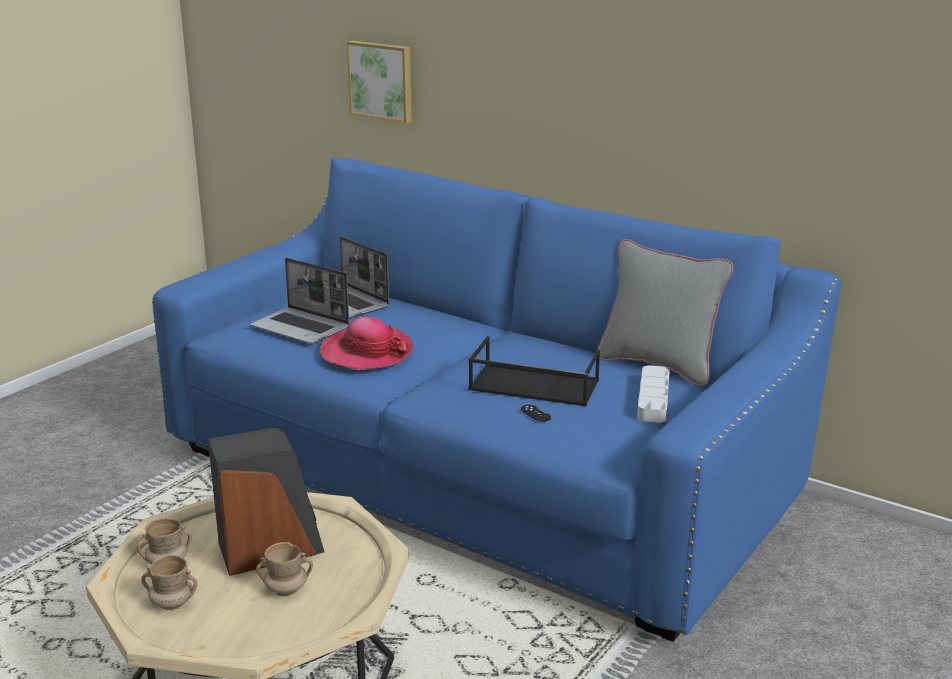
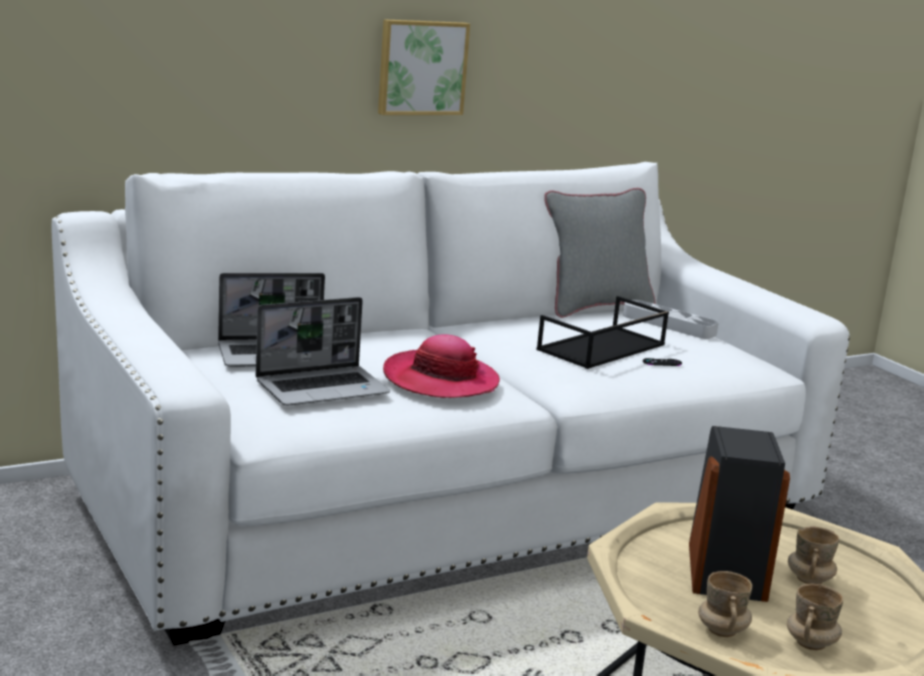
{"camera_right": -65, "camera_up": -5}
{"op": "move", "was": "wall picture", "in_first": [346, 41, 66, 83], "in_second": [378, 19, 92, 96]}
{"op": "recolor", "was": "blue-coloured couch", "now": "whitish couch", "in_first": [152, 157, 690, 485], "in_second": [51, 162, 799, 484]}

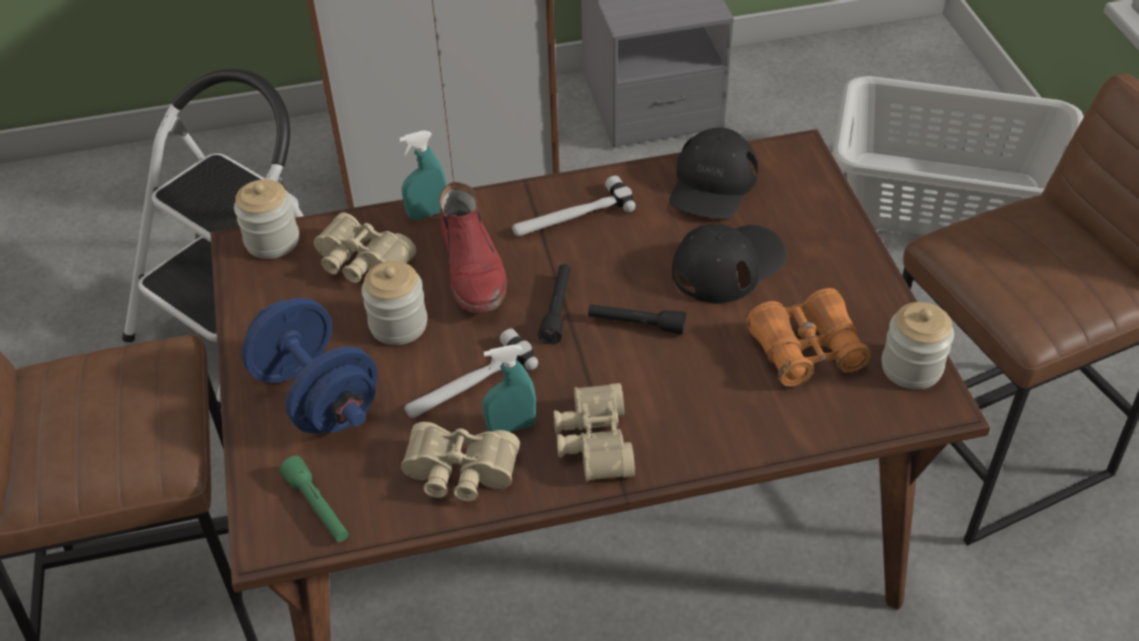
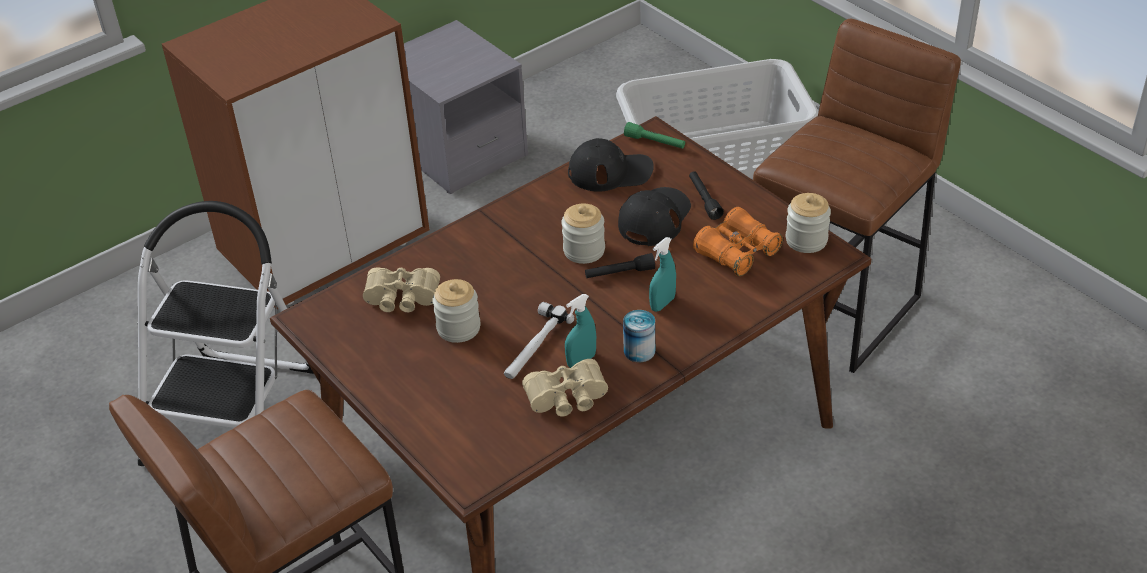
{"camera_right": -25, "camera_up": -5}
{"op": "delete", "was": "blue-coloured free weight", "in_first": [242, 298, 136, 135]}
{"op": "delete", "was": "red-coloured boot", "in_first": [440, 182, 67, 131]}
{"op": "delete", "was": "tool hammer", "in_first": [512, 175, 123, 61]}
{"op": "move", "was": "jar", "in_first": [234, 179, 65, 80], "in_second": [561, 204, 44, 60]}
{"op": "move", "was": "green torch", "in_first": [280, 456, 69, 86], "in_second": [624, 122, 61, 27]}
{"op": "move", "was": "turquoise sprayer", "in_first": [399, 130, 48, 90], "in_second": [649, 237, 27, 75]}
{"op": "move", "was": "black-coloured torch", "in_first": [538, 264, 32, 80], "in_second": [689, 171, 35, 49]}
{"op": "replace", "was": "beige field glasses", "now": "metal can", "in_first": [554, 383, 81, 98], "in_second": [623, 310, 32, 52]}
{"op": "rotate", "was": "black-coloured cap", "in_first": [669, 127, 89, 92], "in_second": [568, 138, 86, 54], "clockwise": -90}

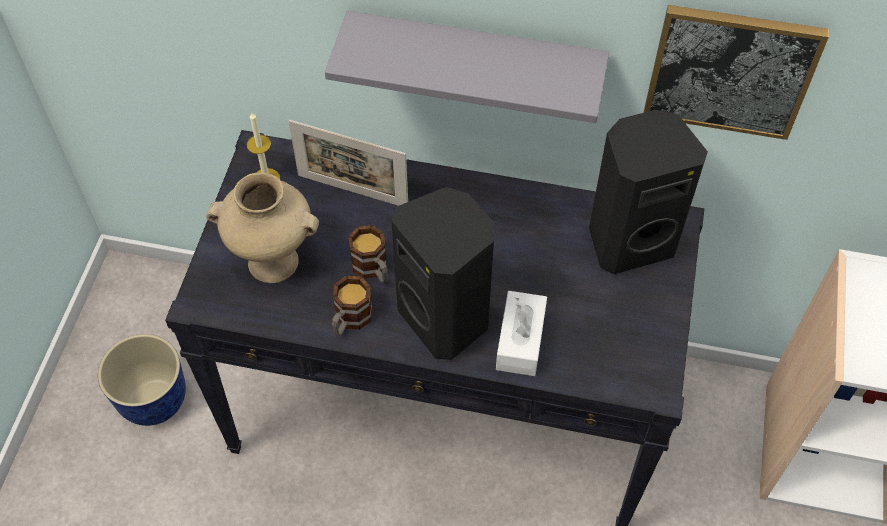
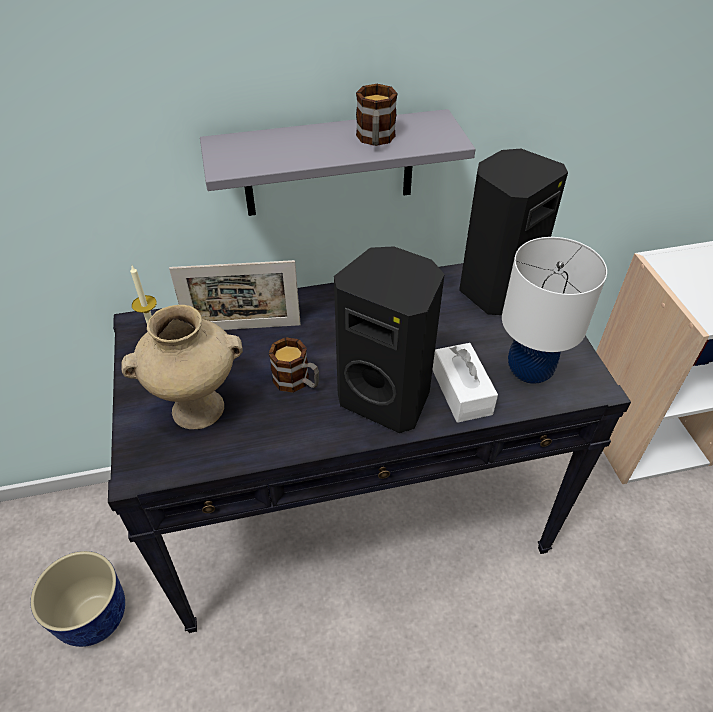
{"camera_right": -25, "camera_up": -10}
{"op": "delete", "was": "wall picture", "in_first": [644, 5, 185, 135]}
{"op": "insert", "now": "whitish lamp for a table", "in_second": [502, 237, 105, 147]}
{"op": "move", "was": "tea mug", "in_first": [332, 276, 41, 60], "in_second": [356, 84, 42, 62]}

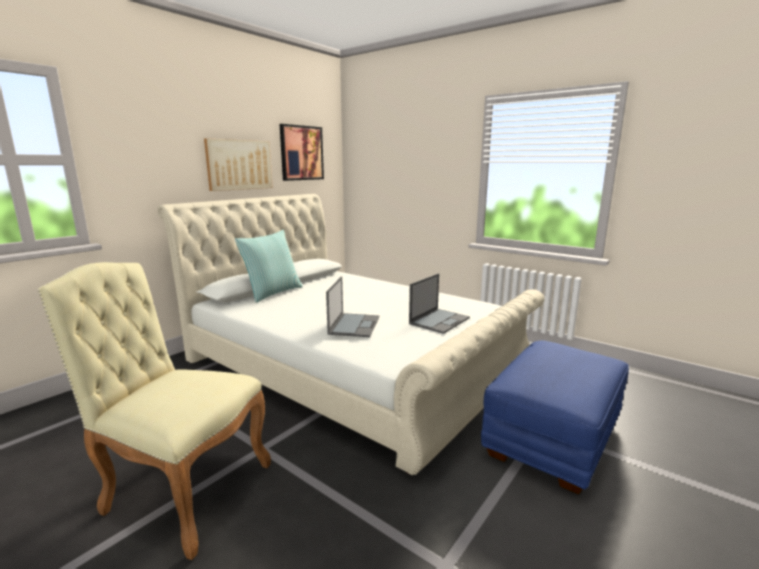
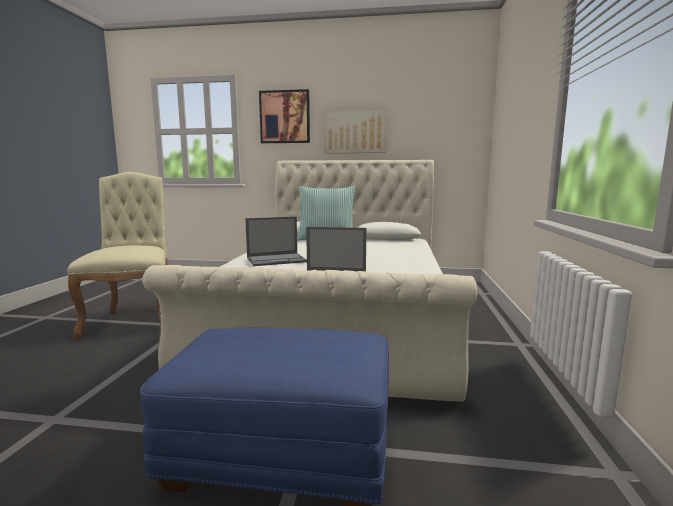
{"camera_right": 60, "camera_up": -5}
{"op": "move", "was": "wall picture", "in_first": [280, 124, 44, 57], "in_second": [259, 89, 51, 54]}

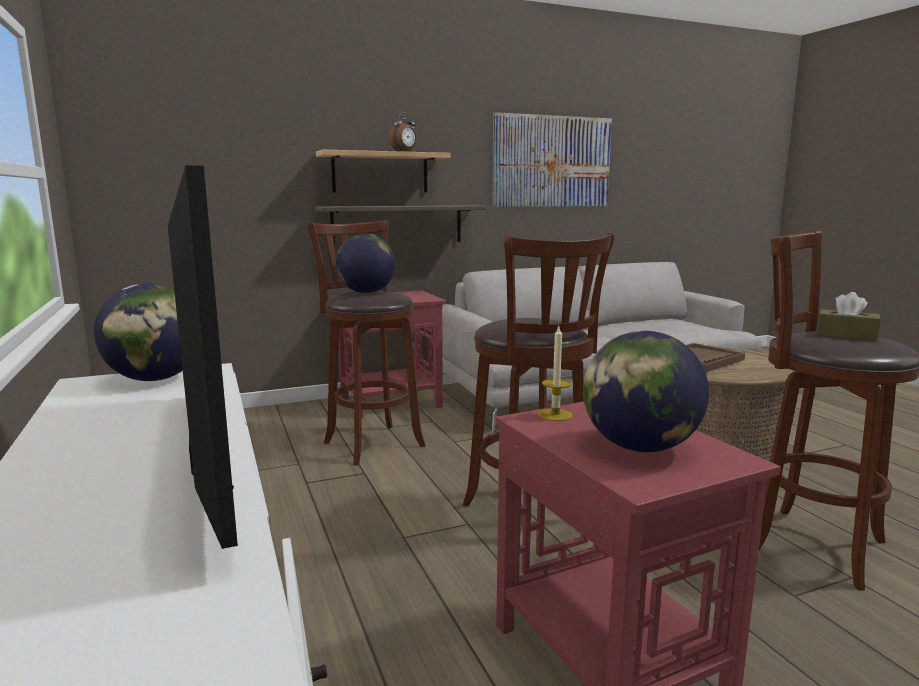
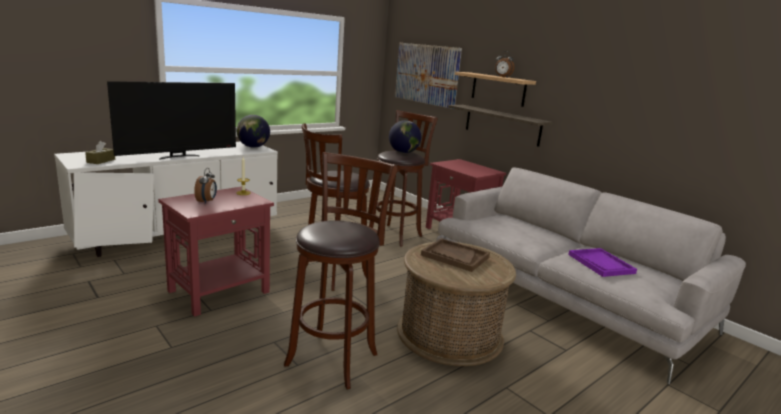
{"camera_right": 70, "camera_up": 5}
{"op": "insert", "now": "purplish serving tray", "in_second": [568, 248, 69, 29]}
{"op": "move", "was": "wall picture", "in_first": [492, 112, 120, 95], "in_second": [395, 43, 67, 66]}
{"op": "move", "was": "brown tissue holder", "in_first": [817, 292, 63, 49], "in_second": [85, 141, 30, 23]}
{"op": "replace", "was": "globe", "now": "table clock", "in_first": [583, 331, 126, 121], "in_second": [194, 168, 23, 36]}

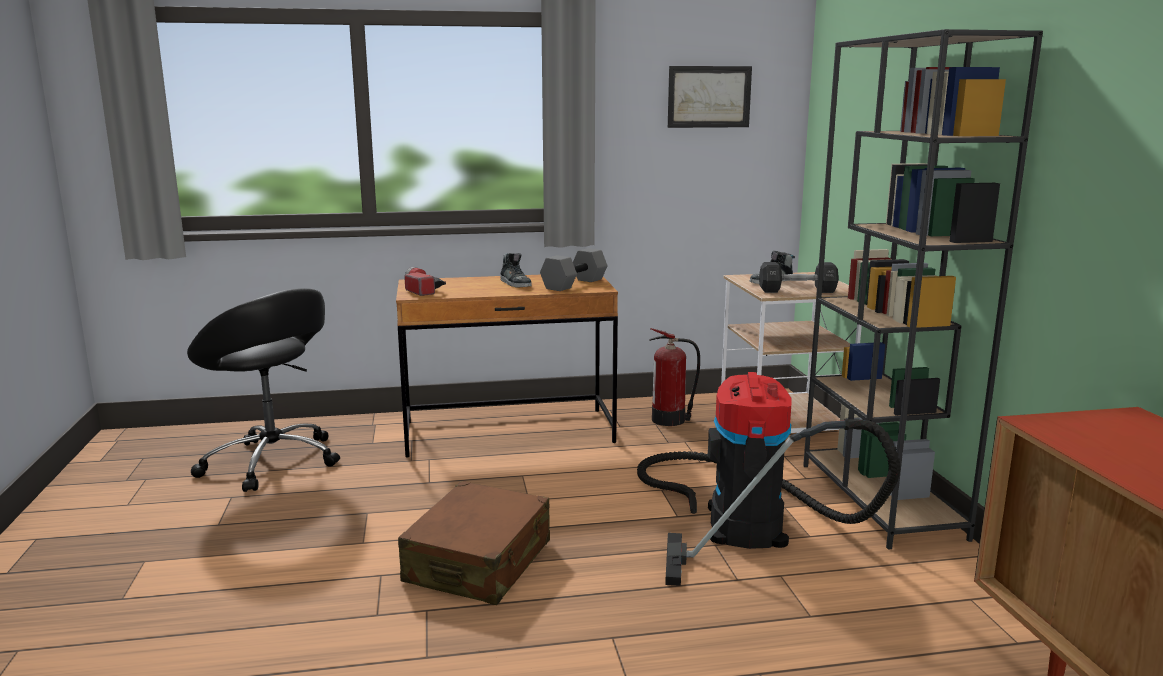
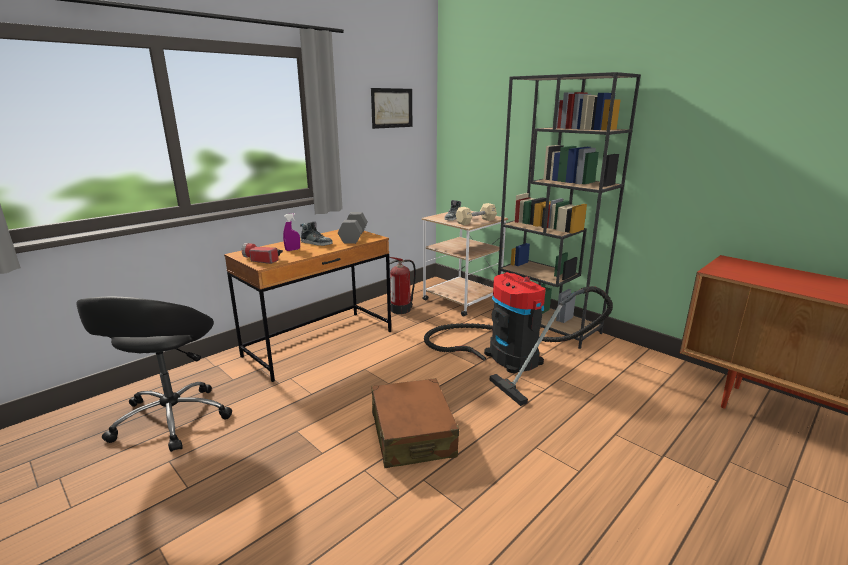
{"camera_right": -35, "camera_up": 5}
{"op": "insert", "now": "purplish sprayer", "in_second": [283, 213, 17, 38]}
{"op": "recolor", "was": "black-coloured free weight", "now": "beige free weight", "in_first": [759, 262, 80, 31], "in_second": [455, 203, 42, 22]}
{"op": "rotate", "was": "black-coloured computer chair", "in_first": [187, 288, 153, 204], "in_second": [76, 296, 156, 156], "clockwise": 90}

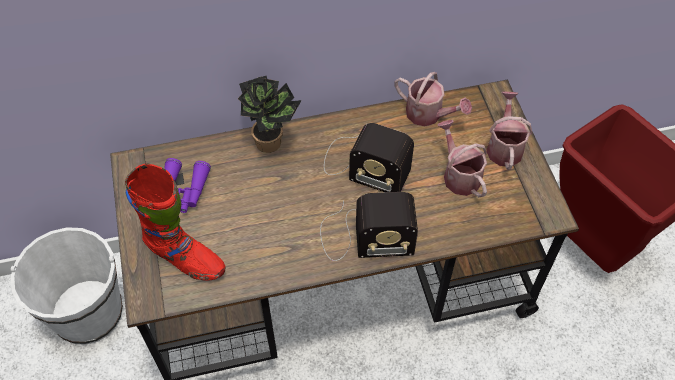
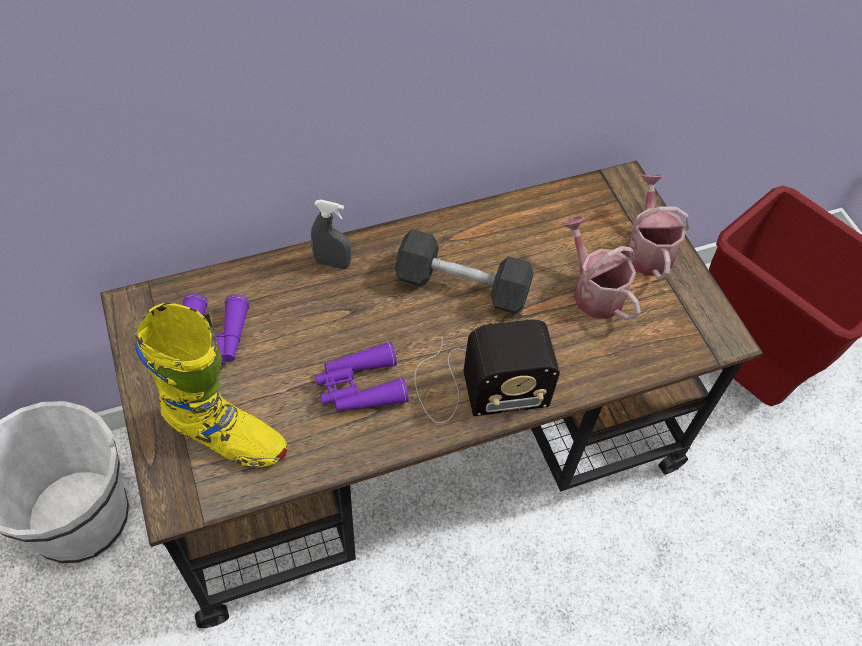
{"camera_right": -10, "camera_up": 0}
{"op": "delete", "was": "watering pot", "in_first": [395, 72, 77, 54]}
{"op": "insert", "now": "purplish field glasses", "in_second": [315, 342, 94, 70]}
{"op": "replace", "was": "plant in a pot", "now": "greyish sprayer", "in_first": [238, 76, 64, 77], "in_second": [311, 200, 40, 69]}
{"op": "replace", "was": "radio receiver", "now": "greyish free weight", "in_first": [324, 123, 90, 69], "in_second": [395, 229, 138, 85]}
{"op": "recolor", "was": "red-coloured boot", "now": "yellowish boot", "in_first": [125, 163, 101, 118], "in_second": [135, 303, 152, 164]}

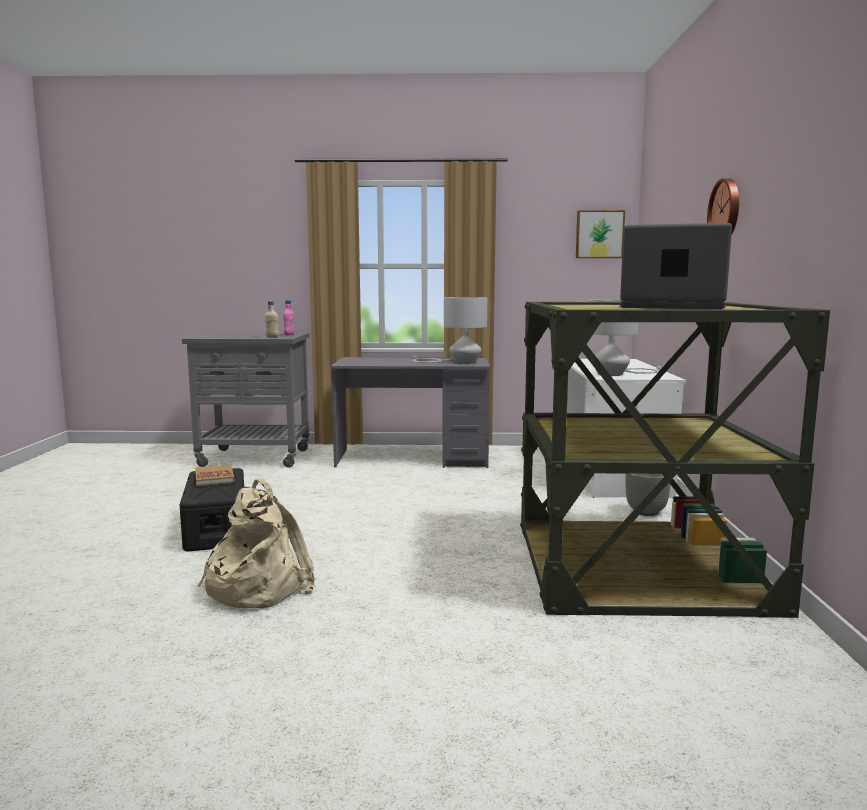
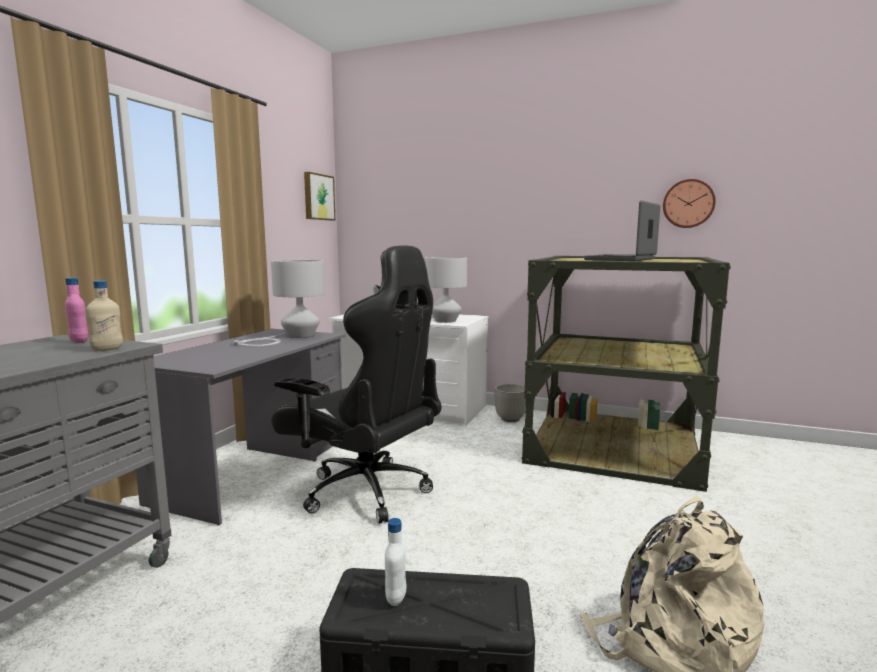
{"camera_right": -70, "camera_up": 0}
{"op": "insert", "now": "black-coloured computer chair", "in_second": [271, 246, 170, 278]}
{"op": "move", "was": "clock on the wall", "in_first": [707, 179, 32, 54], "in_second": [663, 179, 53, 49]}
{"op": "replace", "was": "book", "now": "whitish beverage bottle", "in_first": [195, 465, 40, 21], "in_second": [385, 518, 21, 88]}

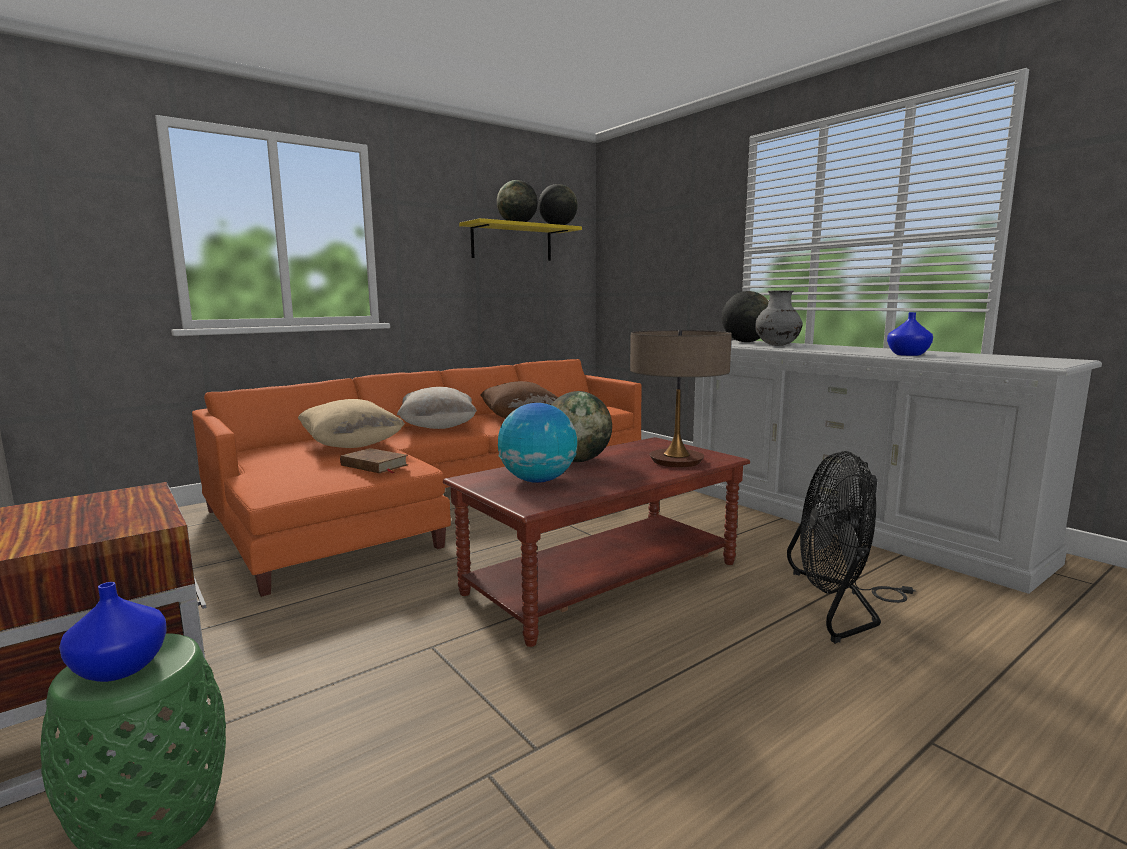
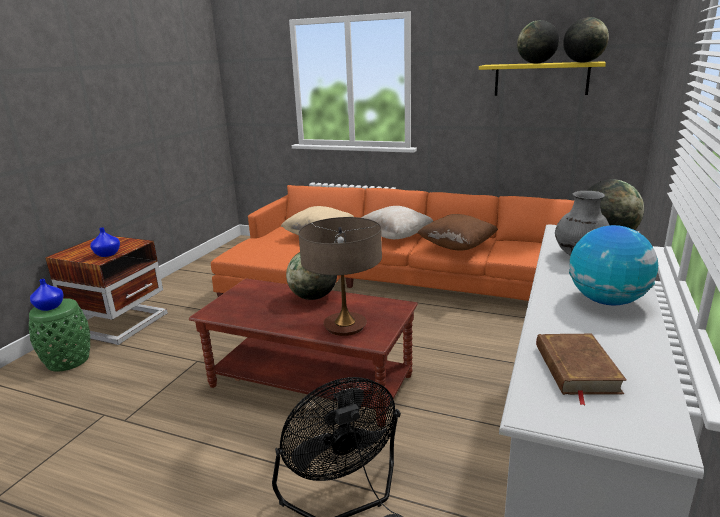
{"camera_right": 60, "camera_up": 10}
{"op": "move", "was": "brown book", "in_first": [340, 448, 68, 25], "in_second": [536, 334, 91, 71]}
{"op": "move", "was": "globe", "in_first": [498, 403, 79, 80], "in_second": [569, 225, 89, 80]}
{"op": "move", "was": "blue-coloured flower vase", "in_first": [887, 312, 46, 44], "in_second": [90, 227, 30, 30]}

